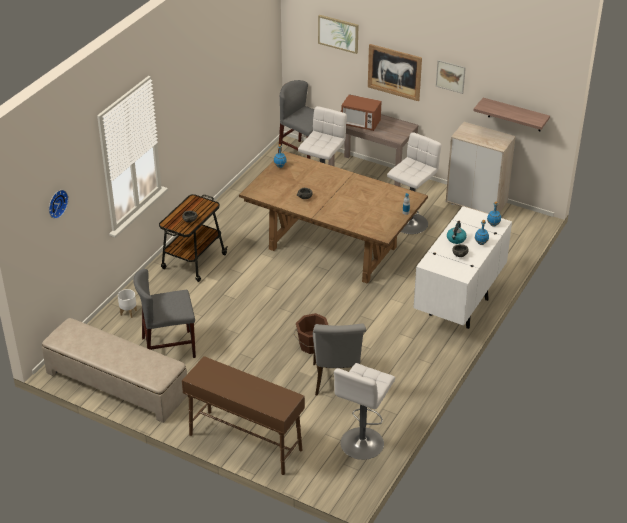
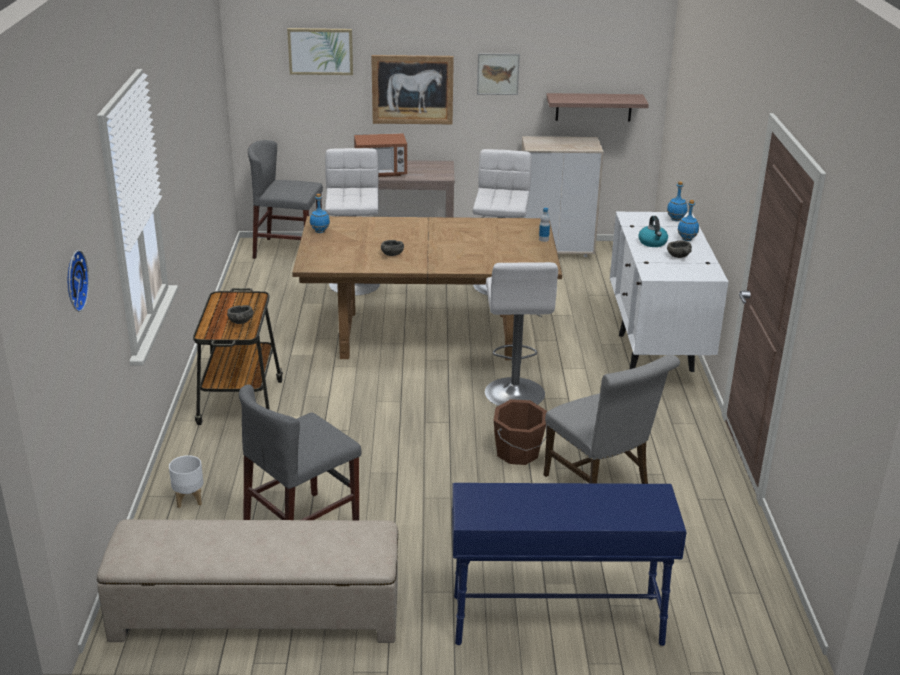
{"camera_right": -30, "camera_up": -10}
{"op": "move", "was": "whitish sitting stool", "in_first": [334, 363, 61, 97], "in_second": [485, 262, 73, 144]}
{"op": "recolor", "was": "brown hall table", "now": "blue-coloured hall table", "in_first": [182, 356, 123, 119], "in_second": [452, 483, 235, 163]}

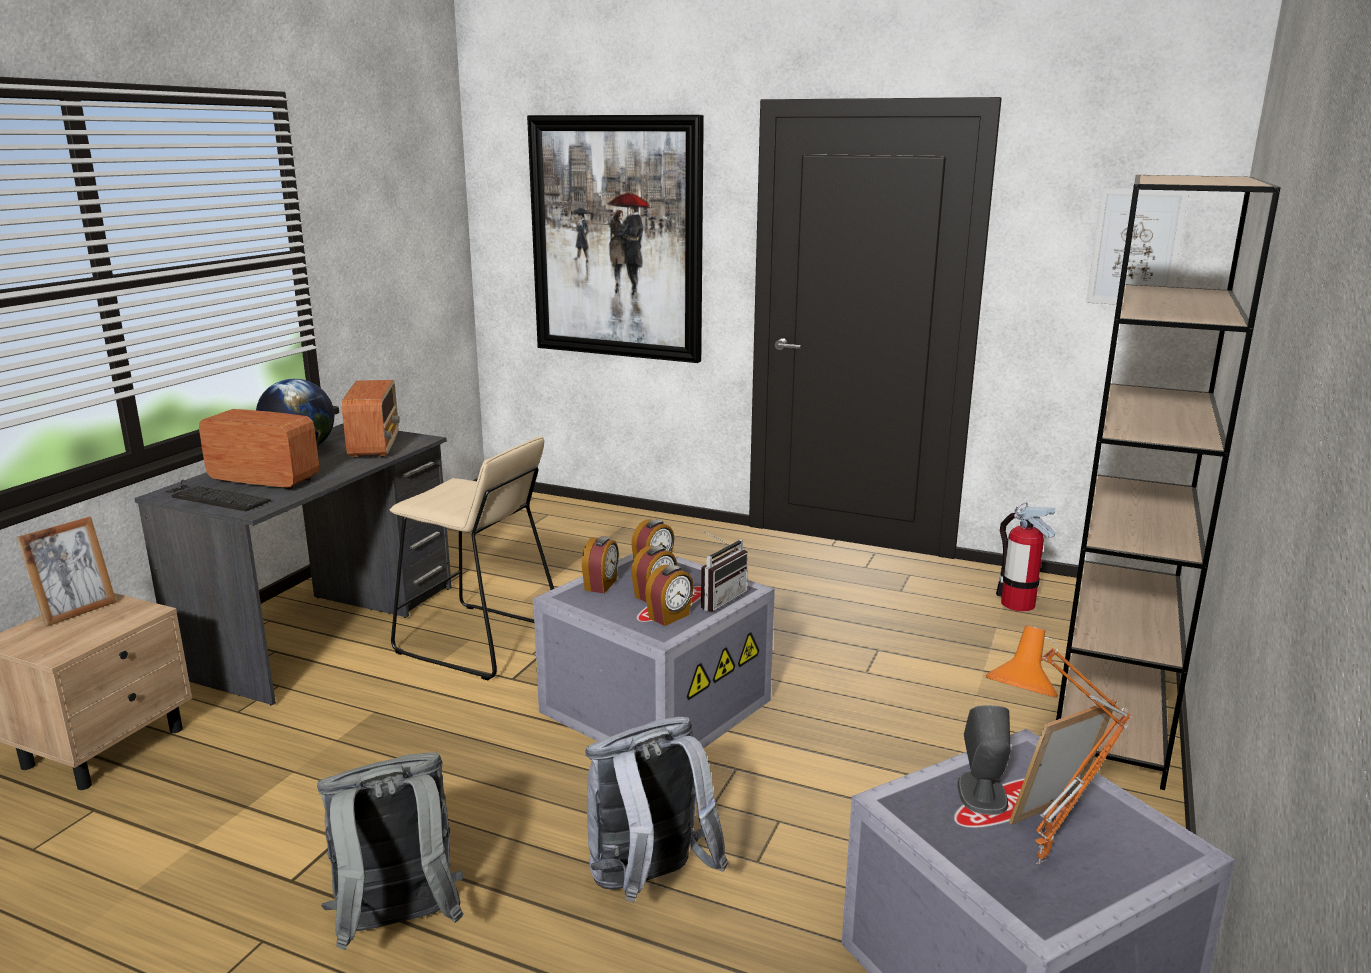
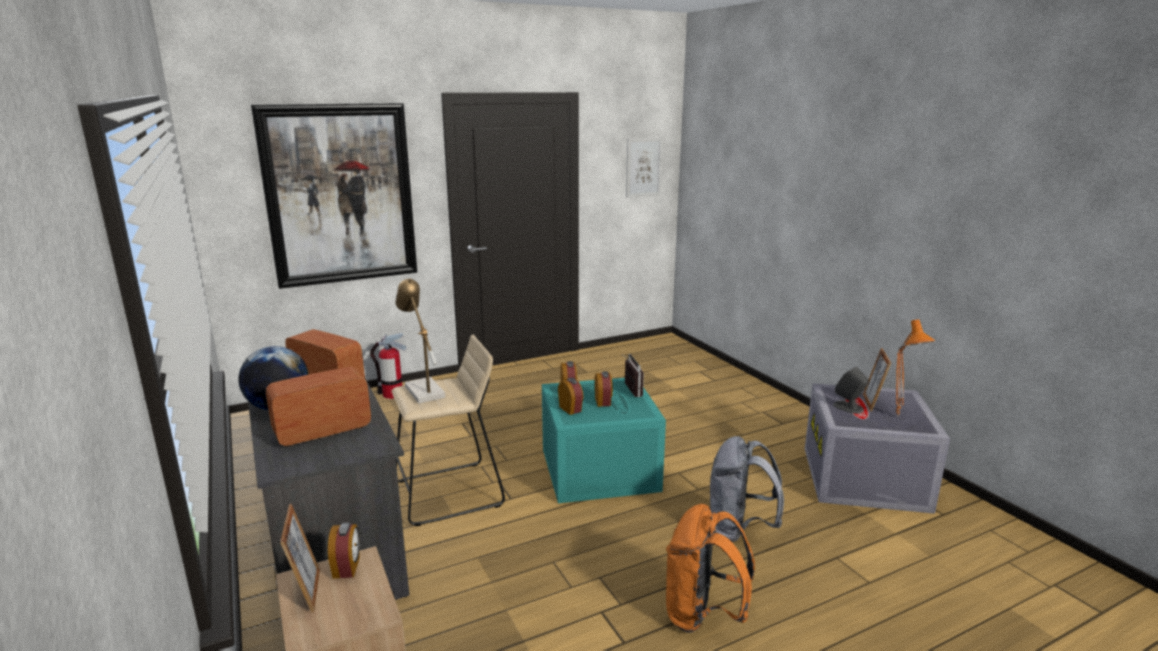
{"camera_right": -50, "camera_up": 0}
{"op": "delete", "was": "keyboard", "in_first": [165, 480, 106, 31]}
{"op": "delete", "was": "beige bookshelf", "in_first": [1056, 175, 225, 615]}
{"op": "insert", "now": "lamp for a table", "in_second": [396, 278, 49, 126]}
{"op": "move", "was": "table clock", "in_first": [645, 565, 49, 61], "in_second": [328, 522, 32, 57]}
{"op": "move", "was": "extinguisher", "in_first": [996, 502, 59, 109], "in_second": [370, 333, 36, 66]}
{"op": "recolor", "was": "greyish rucksack", "now": "orange rucksack", "in_first": [317, 752, 147, 198], "in_second": [666, 504, 89, 129]}
{"op": "recolor", "was": "greyish storage box", "now": "turquoise storage box", "in_first": [533, 553, 242, 196], "in_second": [542, 378, 124, 125]}

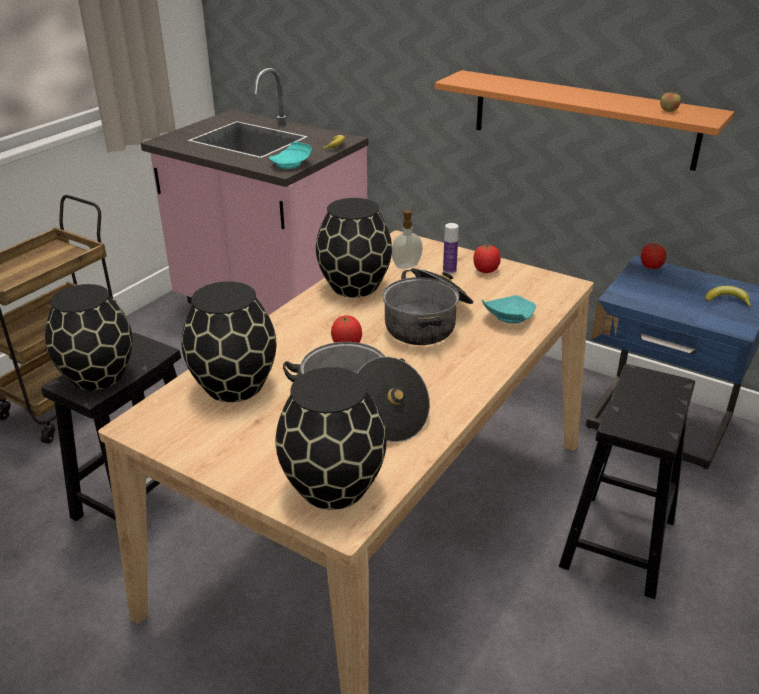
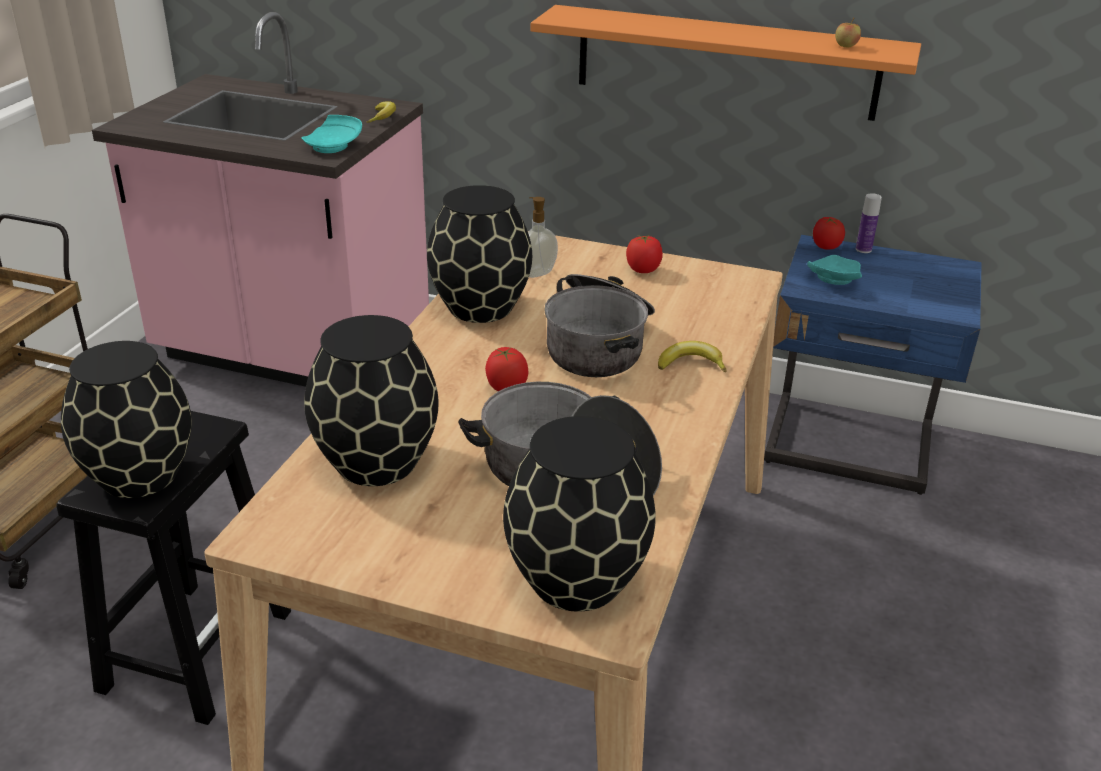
{"camera_right": -15, "camera_up": 0}
{"op": "delete", "was": "black-coloured sitting stool", "in_first": [559, 364, 136, 235]}
{"op": "move", "was": "beverage bottle", "in_first": [443, 223, 16, 51], "in_second": [856, 193, 26, 60]}
{"op": "move", "was": "turquoise plate", "in_first": [482, 295, 54, 29], "in_second": [807, 255, 55, 30]}
{"op": "move", "was": "banana", "in_first": [705, 286, 46, 21], "in_second": [658, 341, 69, 31]}

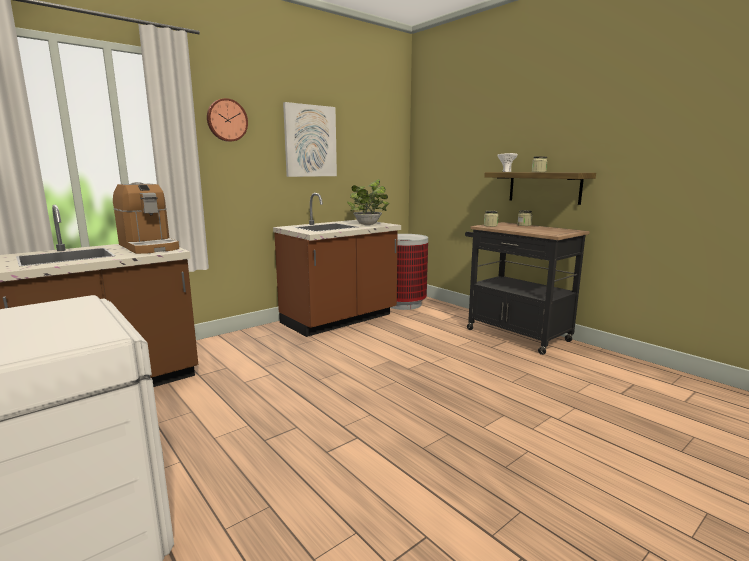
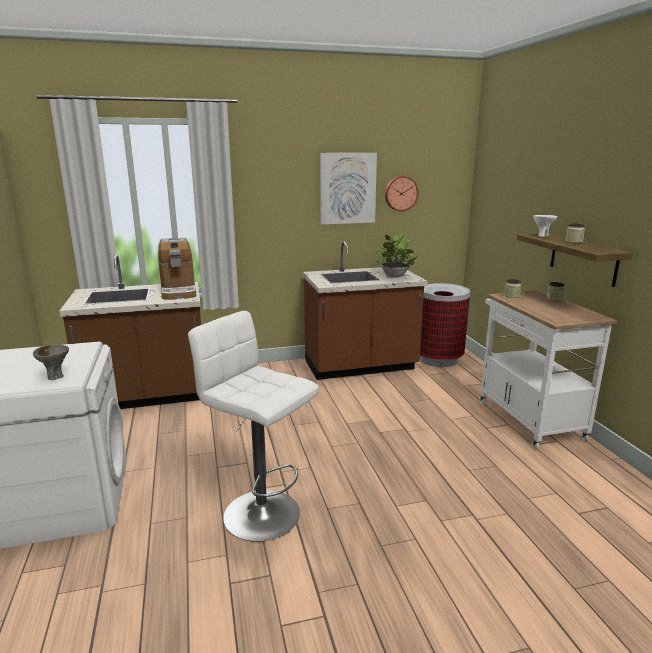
{"camera_right": 25, "camera_up": 5}
{"op": "insert", "now": "greyish deep dish", "in_second": [33, 344, 36, 36]}
{"op": "insert", "now": "whitish sitting stool", "in_second": [188, 311, 131, 231]}
{"op": "move", "was": "clock on the wall", "in_first": [207, 98, 41, 44], "in_second": [385, 176, 33, 35]}
{"op": "recolor", "was": "black-coloured wheeled cart", "now": "whitish wheeled cart", "in_first": [465, 222, 125, 133], "in_second": [479, 290, 138, 159]}

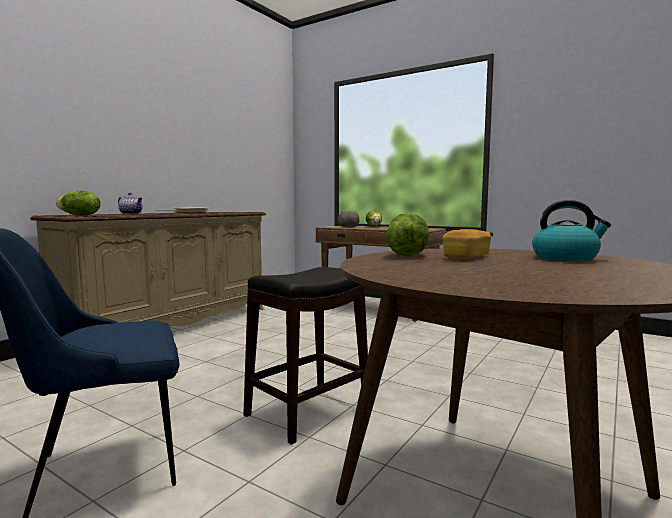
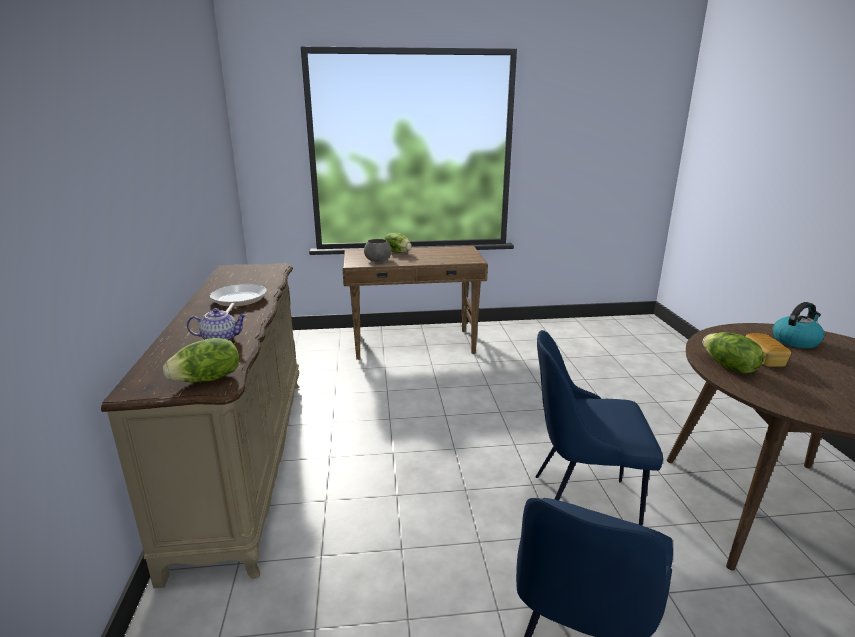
{"camera_right": -40, "camera_up": 15}
{"op": "replace", "was": "black-coloured sitting stool", "now": "blue-coloured upright chair", "in_first": [243, 267, 125, 178], "in_second": [536, 330, 127, 196]}

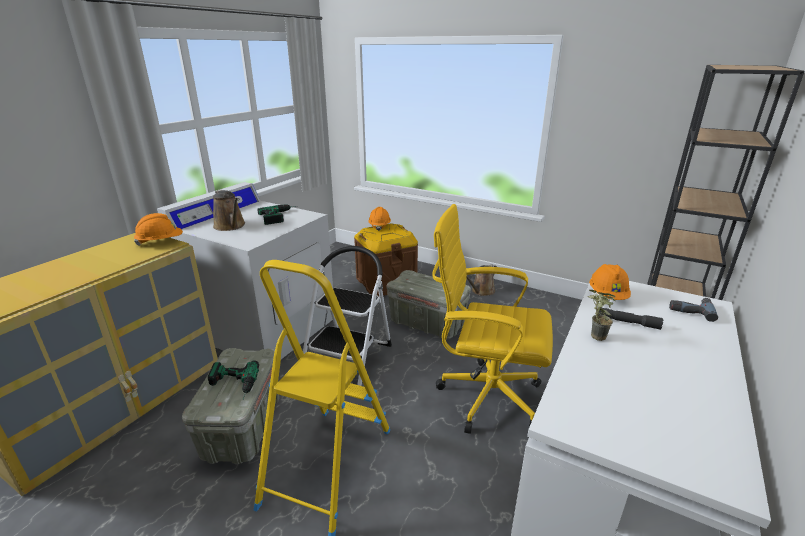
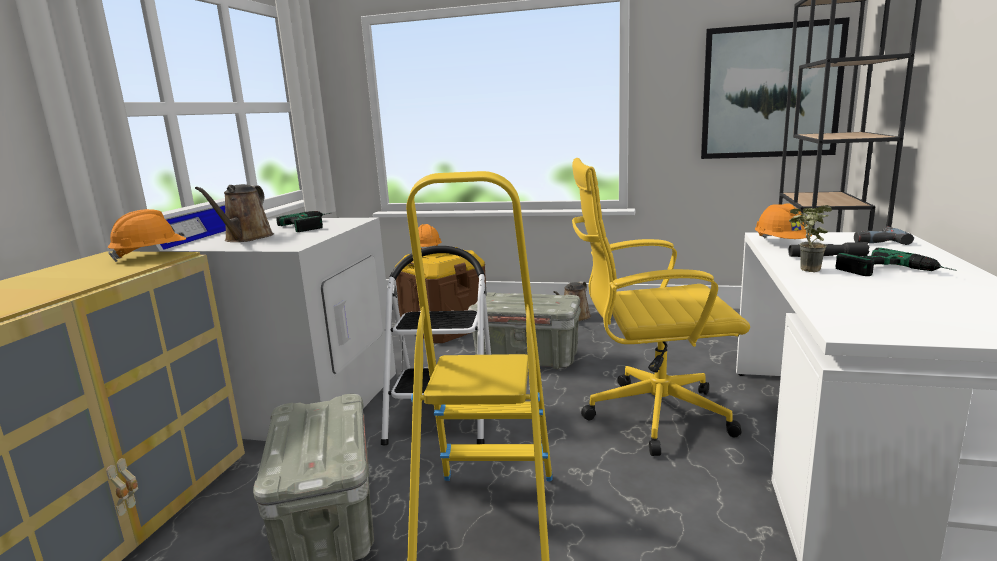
{"camera_right": -15, "camera_up": -10}
{"op": "insert", "now": "wall picture", "in_second": [701, 17, 149, 142]}
{"op": "move", "was": "power drill", "in_first": [208, 360, 51, 40], "in_second": [835, 248, 122, 28]}
{"op": "rotate", "was": "brown watering pot", "in_first": [213, 190, 32, 41], "in_second": [195, 184, 79, 58], "clockwise": 60}

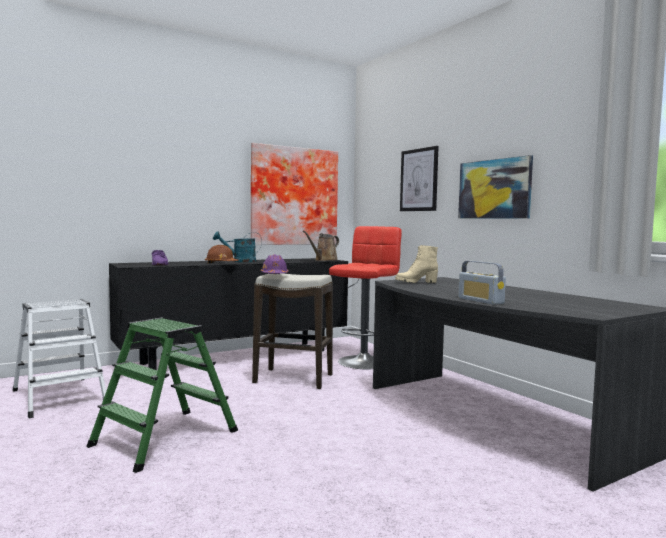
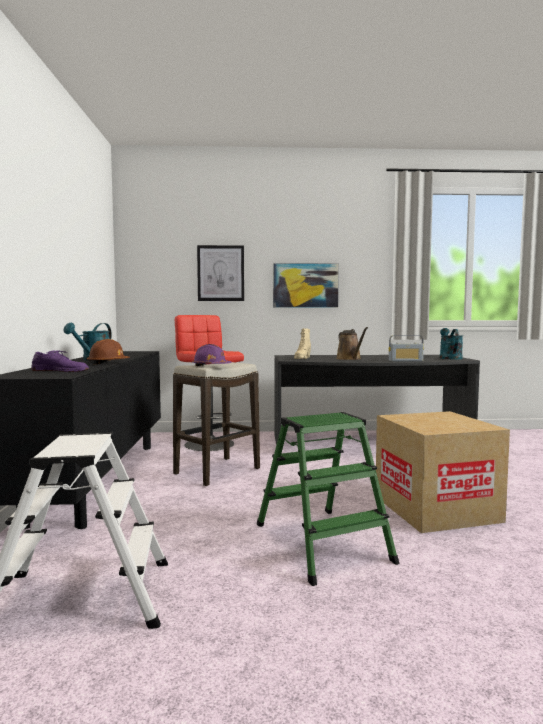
{"camera_right": -60, "camera_up": 0}
{"op": "delete", "was": "wall picture", "in_first": [251, 143, 87, 102]}
{"op": "insert", "now": "carton", "in_second": [376, 411, 134, 122]}
{"op": "insert", "now": "turquoise watering pot", "in_second": [440, 328, 23, 31]}
{"op": "move", "was": "brown watering pot", "in_first": [303, 231, 36, 30], "in_second": [336, 327, 32, 33]}

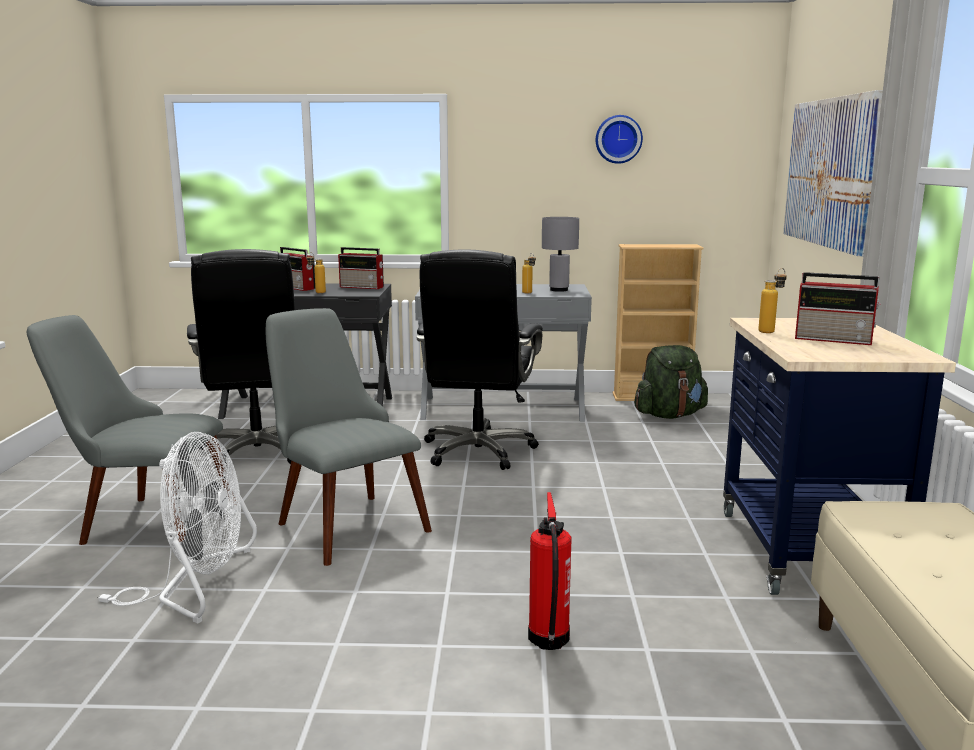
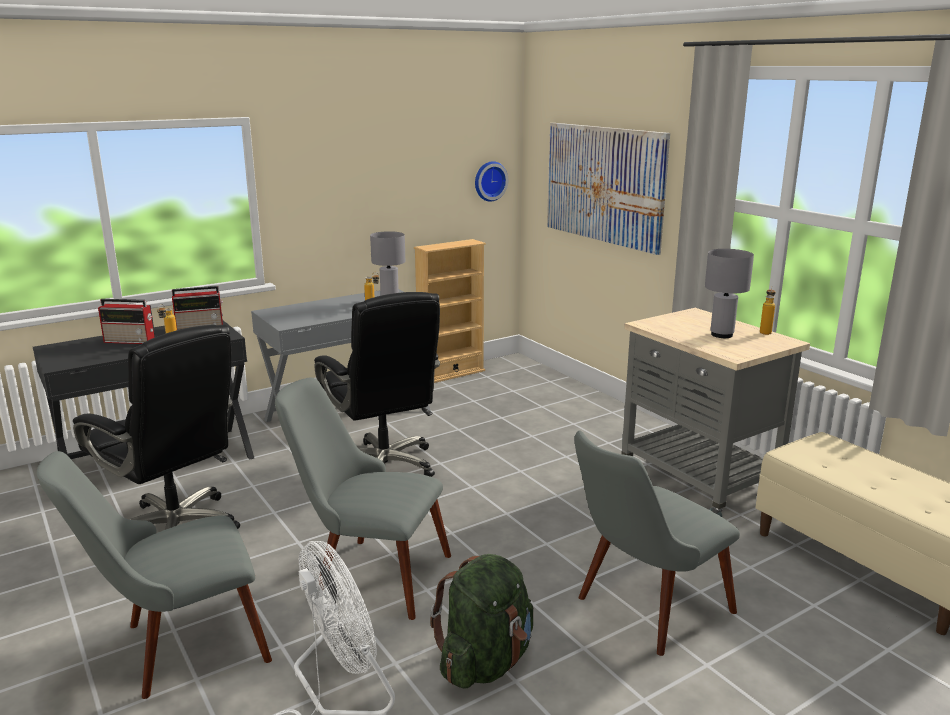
{"camera_right": -35, "camera_up": 5}
{"op": "move", "was": "clock on the wall", "in_first": [596, 115, 47, 49], "in_second": [475, 161, 33, 41]}
{"op": "move", "was": "green rucksack", "in_first": [634, 345, 74, 74], "in_second": [430, 554, 103, 135]}
{"op": "move", "was": "beverage bottle", "in_first": [758, 268, 29, 65], "in_second": [760, 287, 16, 48]}
{"op": "replace", "was": "extinguisher", "now": "greyish upright chair", "in_first": [528, 492, 44, 158], "in_second": [574, 431, 166, 225]}
{"op": "replace", "was": "radio receiver", "now": "greyish lamp for a table", "in_first": [795, 272, 86, 73], "in_second": [705, 249, 49, 89]}
{"op": "recolor", "was": "blue-coloured wheeled cart", "now": "greyish wheeled cart", "in_first": [723, 318, 233, 277], "in_second": [621, 308, 189, 209]}

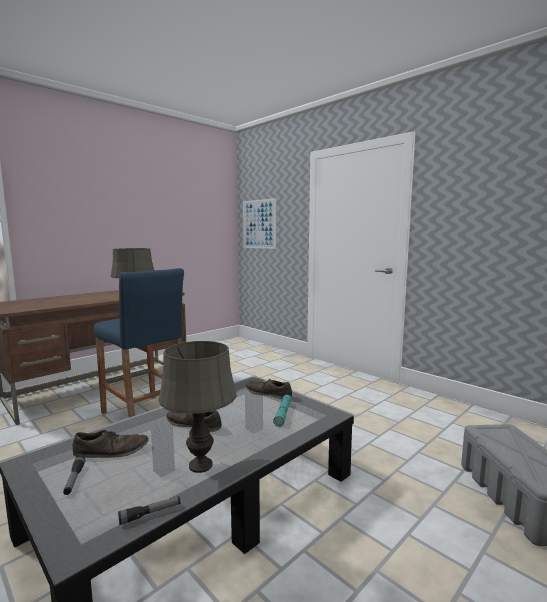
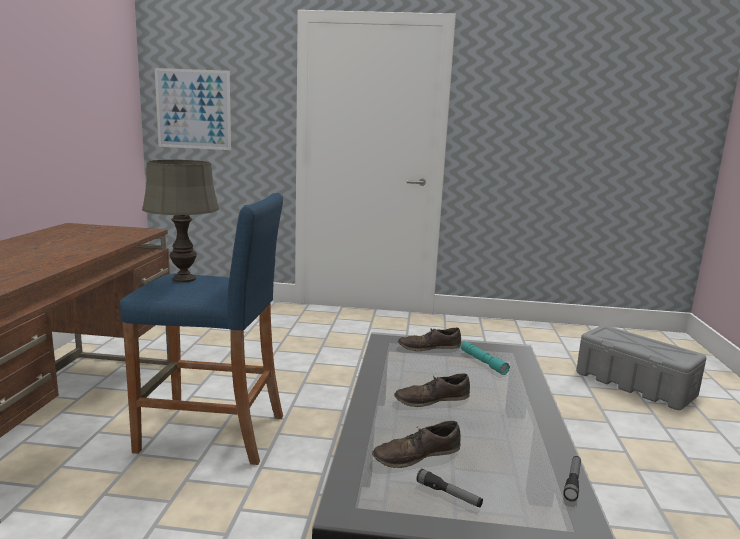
{"camera_right": -40, "camera_up": 5}
{"op": "delete", "was": "greyish lamp for a table", "in_first": [158, 341, 78, 132]}
{"op": "rotate", "was": "brown shoe", "in_first": [73, 430, 75, 28], "in_second": [372, 421, 89, 47], "clockwise": -150}

